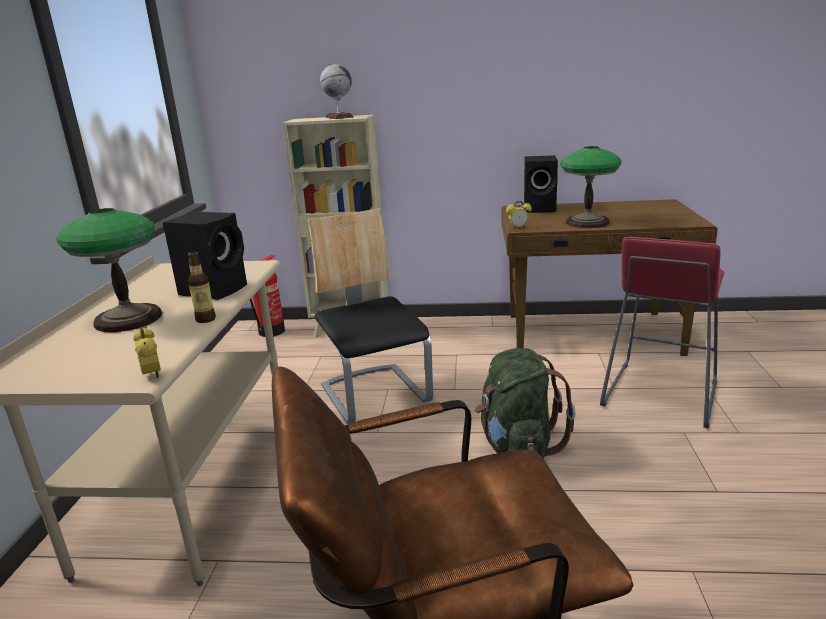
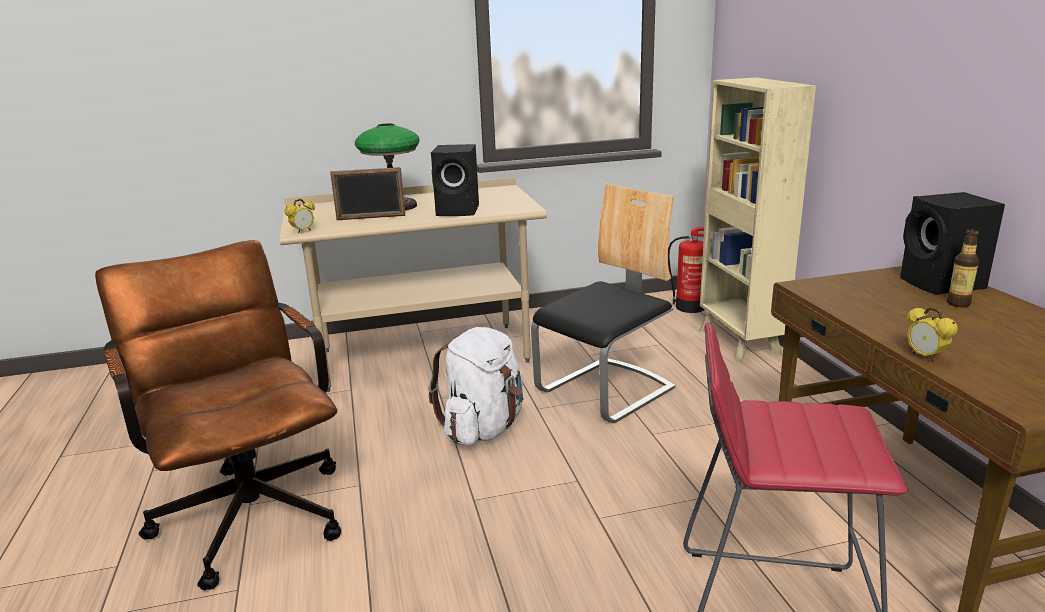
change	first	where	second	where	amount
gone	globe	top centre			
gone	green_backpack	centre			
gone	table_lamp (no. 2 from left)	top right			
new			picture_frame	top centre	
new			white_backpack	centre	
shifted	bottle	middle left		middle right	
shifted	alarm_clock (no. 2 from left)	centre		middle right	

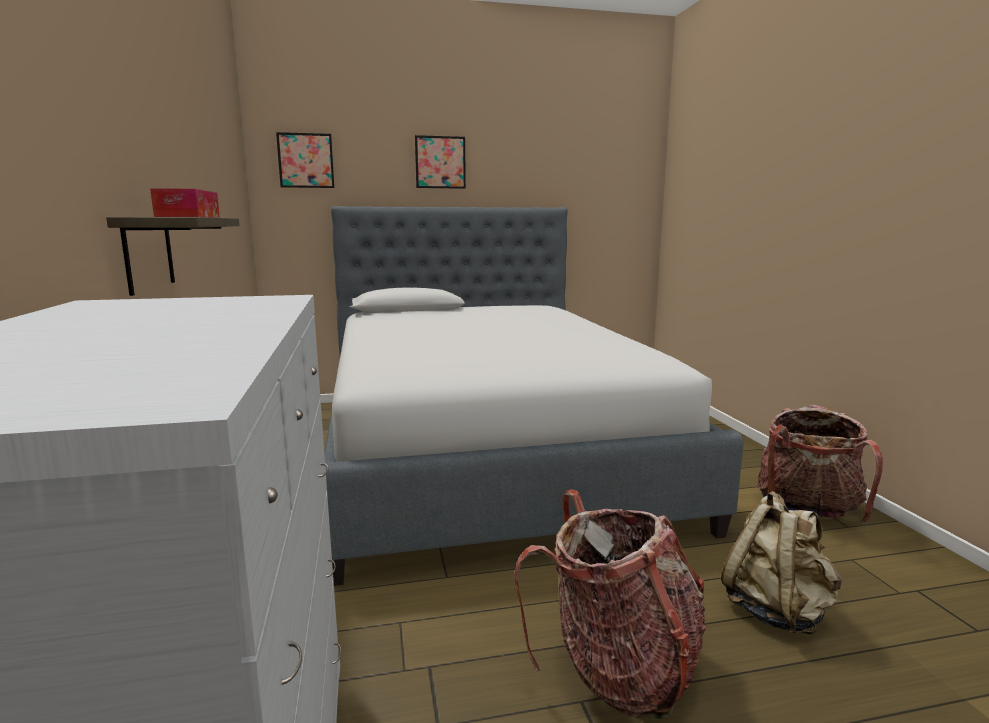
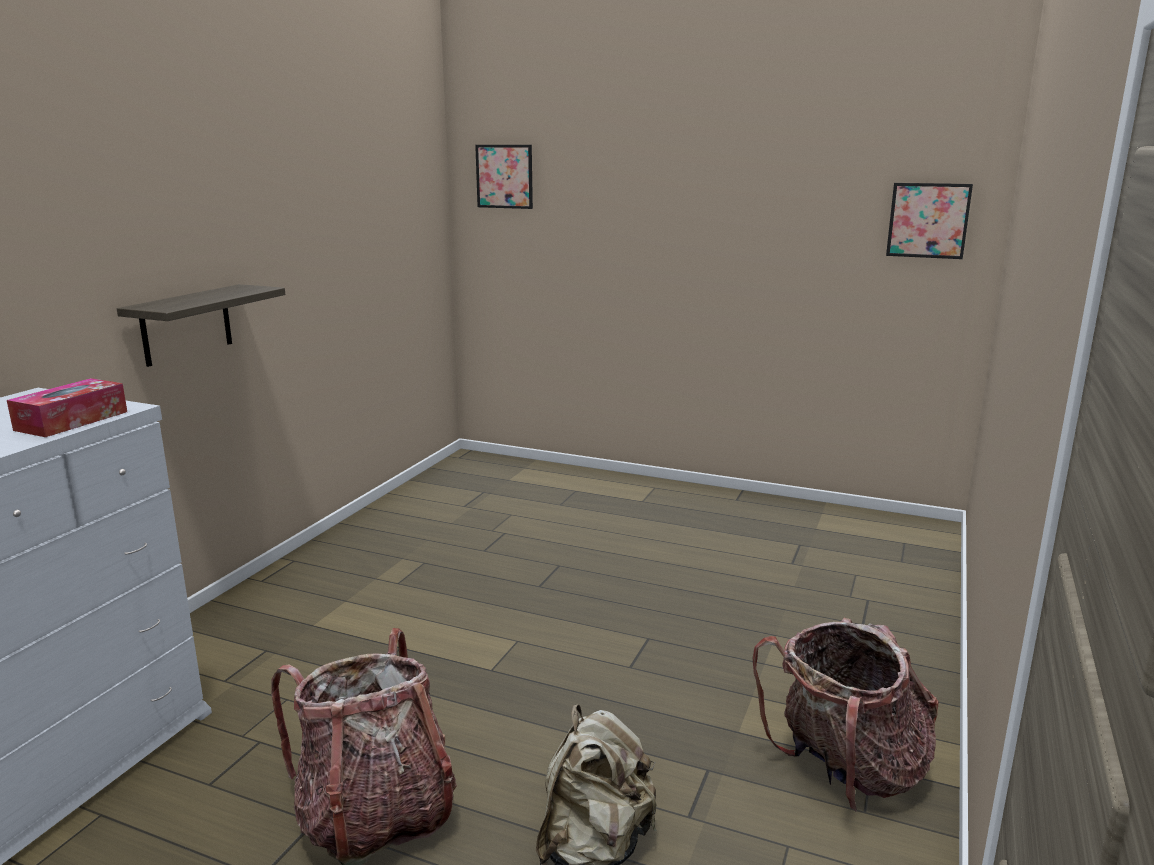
change	first	where	second	where	amount
gone	bed	centre			
shifted	tissue_box	top left		middle left	
shifted	picture (no. 2 from left)	top centre		top right	

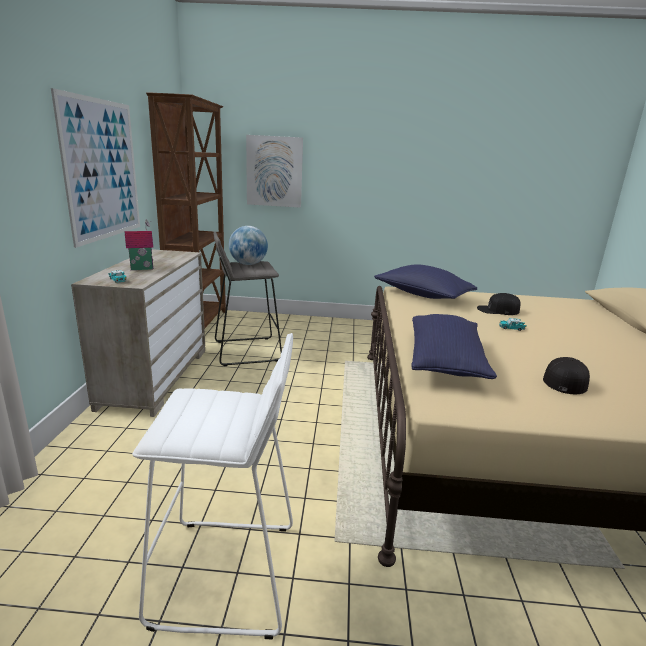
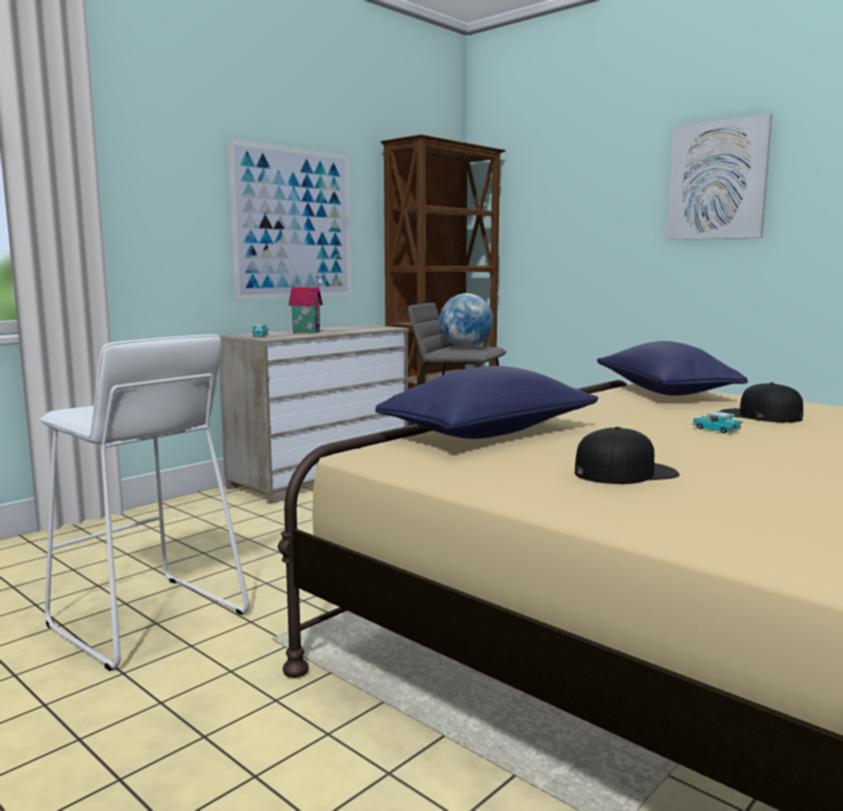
change	first	where	second	where	amount
shifted	picture (no. 2 from left)	top centre		top right	

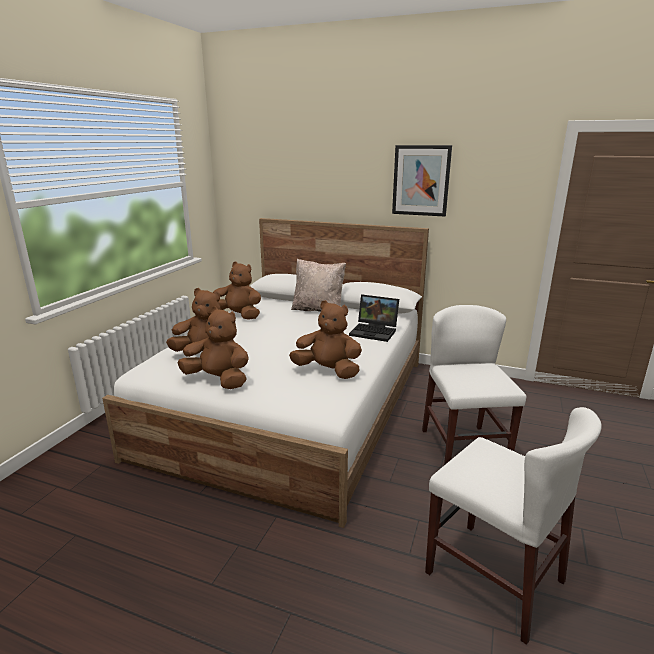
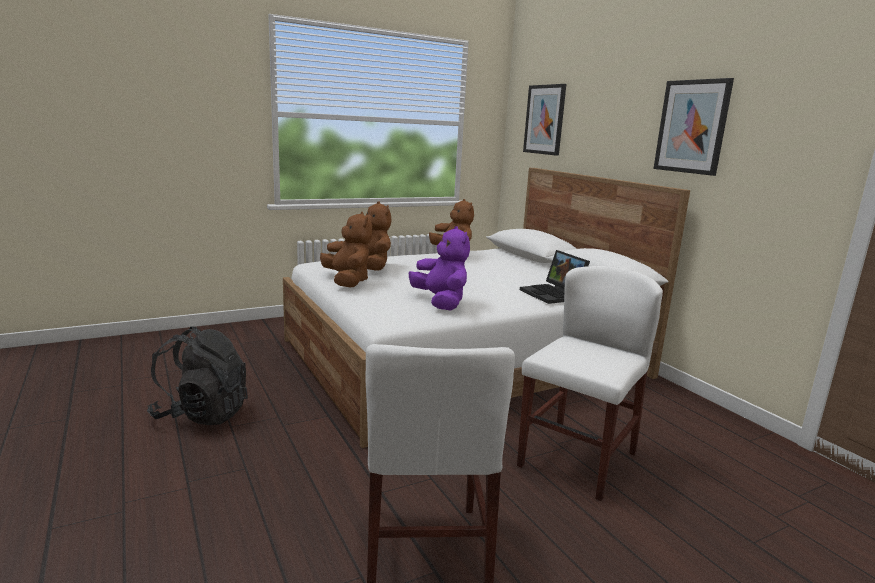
change	first	where	second	where	amount
gone	beige_pillow	centre			
new			black_backpack	middle left	
new			picture (no. 1 from left)	top centre	
repainted	brown_plush_toy (no. 4 from left)	centre	purple_plush_toy	centre	

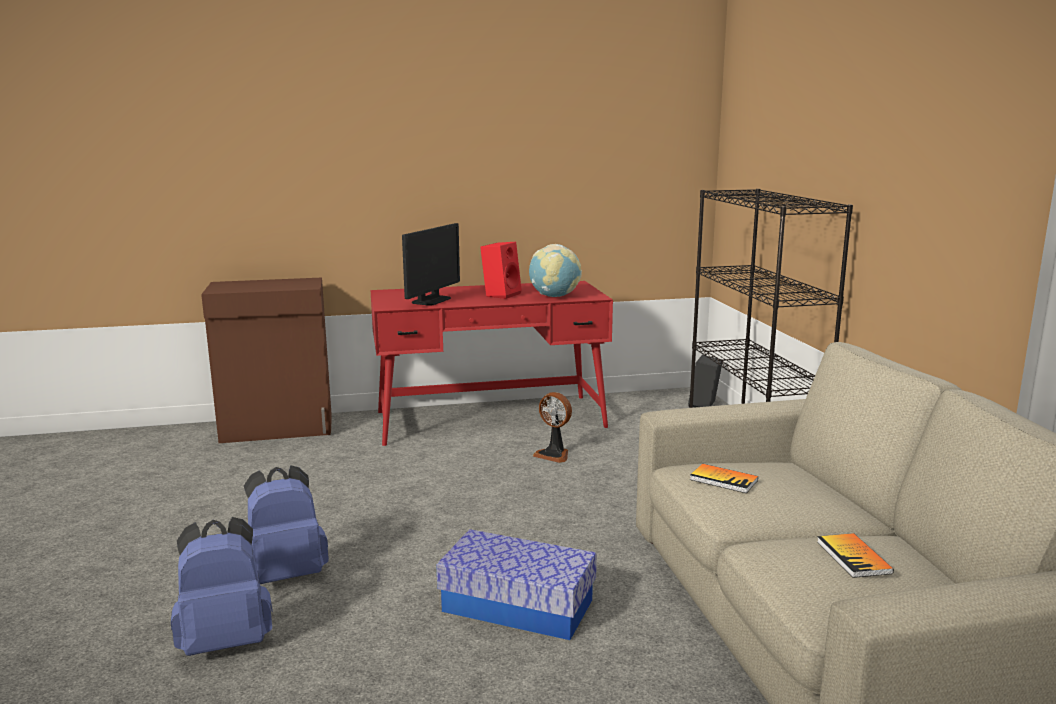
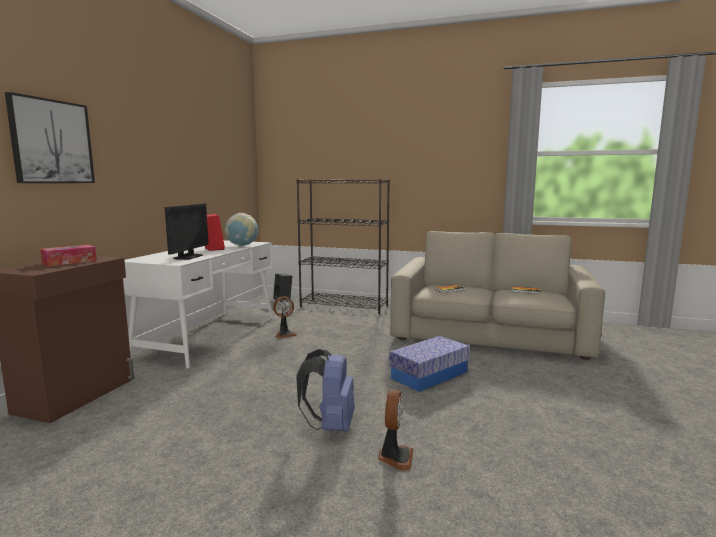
change	first	where	second	where	amount
new			picture	top left	
new			tissue_box	middle left	
swapped	blue_backpack (no. 1 from left)	bottom left	fan (no. 2 from left)	bottom centre	
repainted	red_desk	centre	white_desk	middle left	
rotated	monitor	centre		middle left	45 degrees clockwise

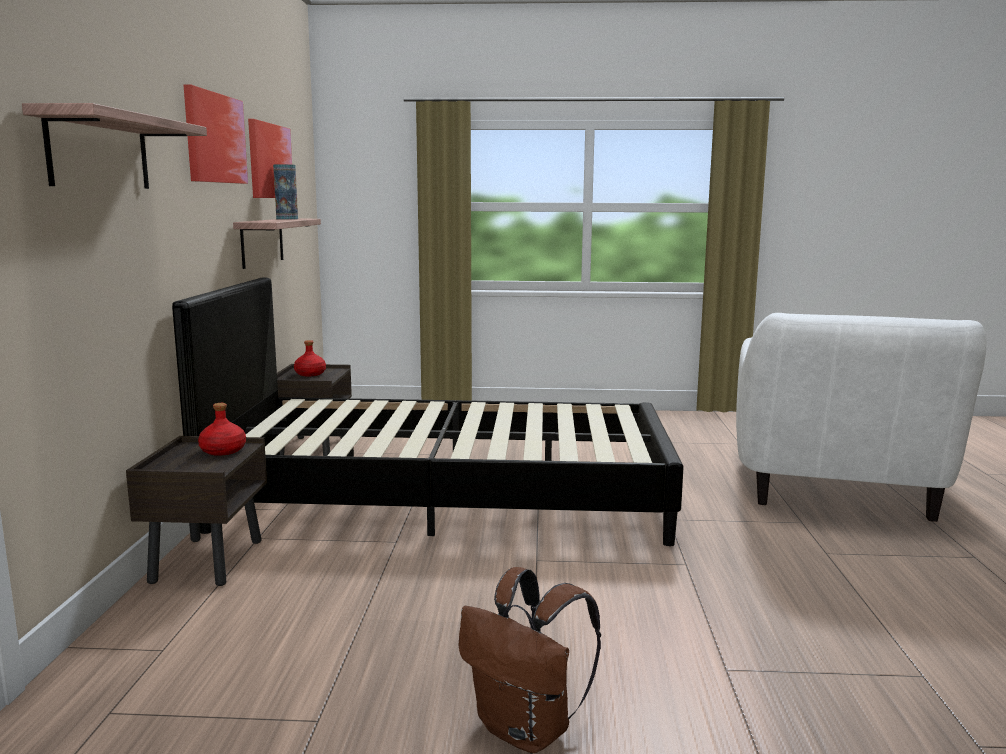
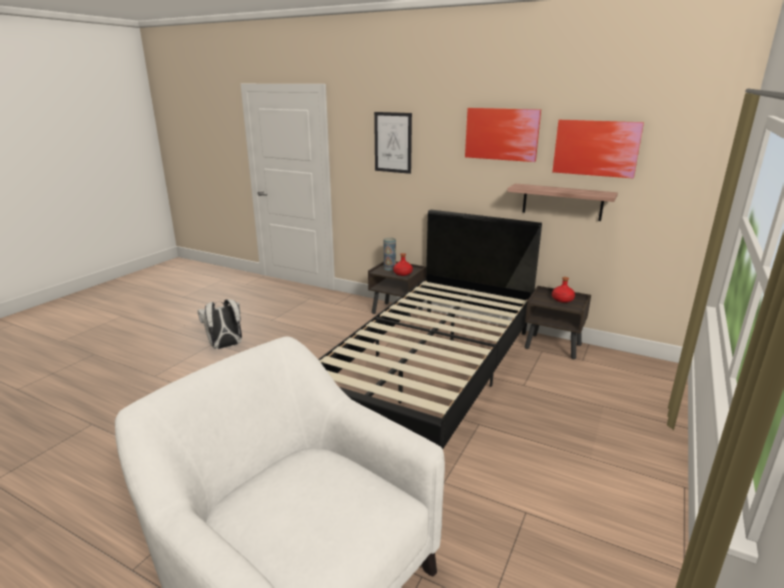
change	first	where	second	where	amount
shifted	vase	top left		centre	
swapped	shelf (no. 1 from left)	top left	picture (no. 1 from left)	top centre	
repainted	brown_backpack	bottom centre	white_backpack	middle left	

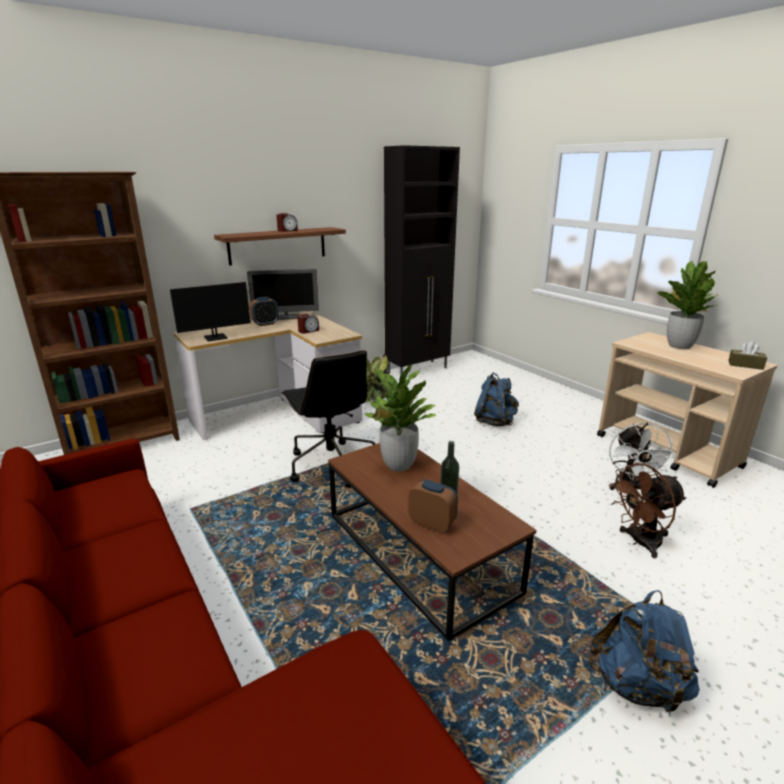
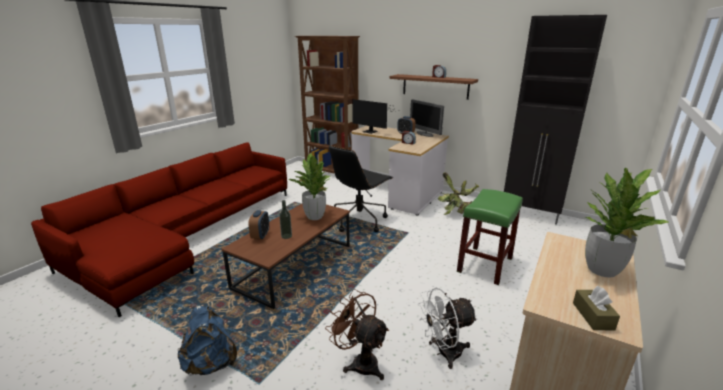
change	first	where	second	where	amount
swapped	blue_backpack (no. 1 from left)	centre	green_stool	middle right	

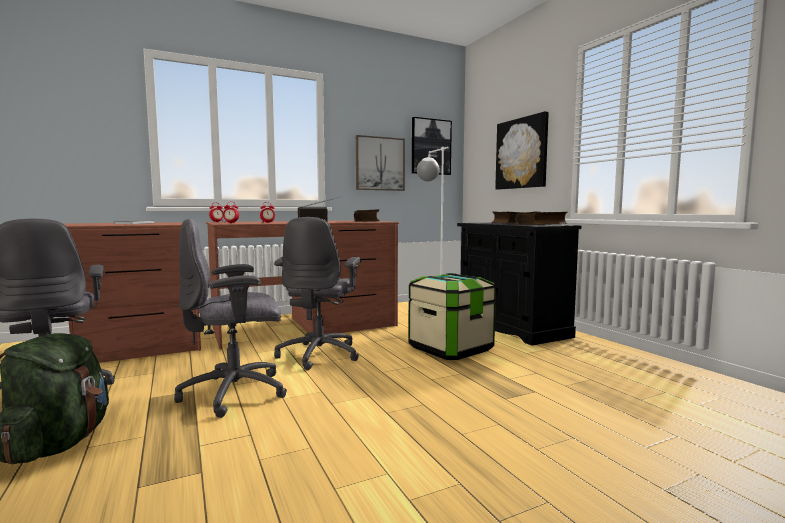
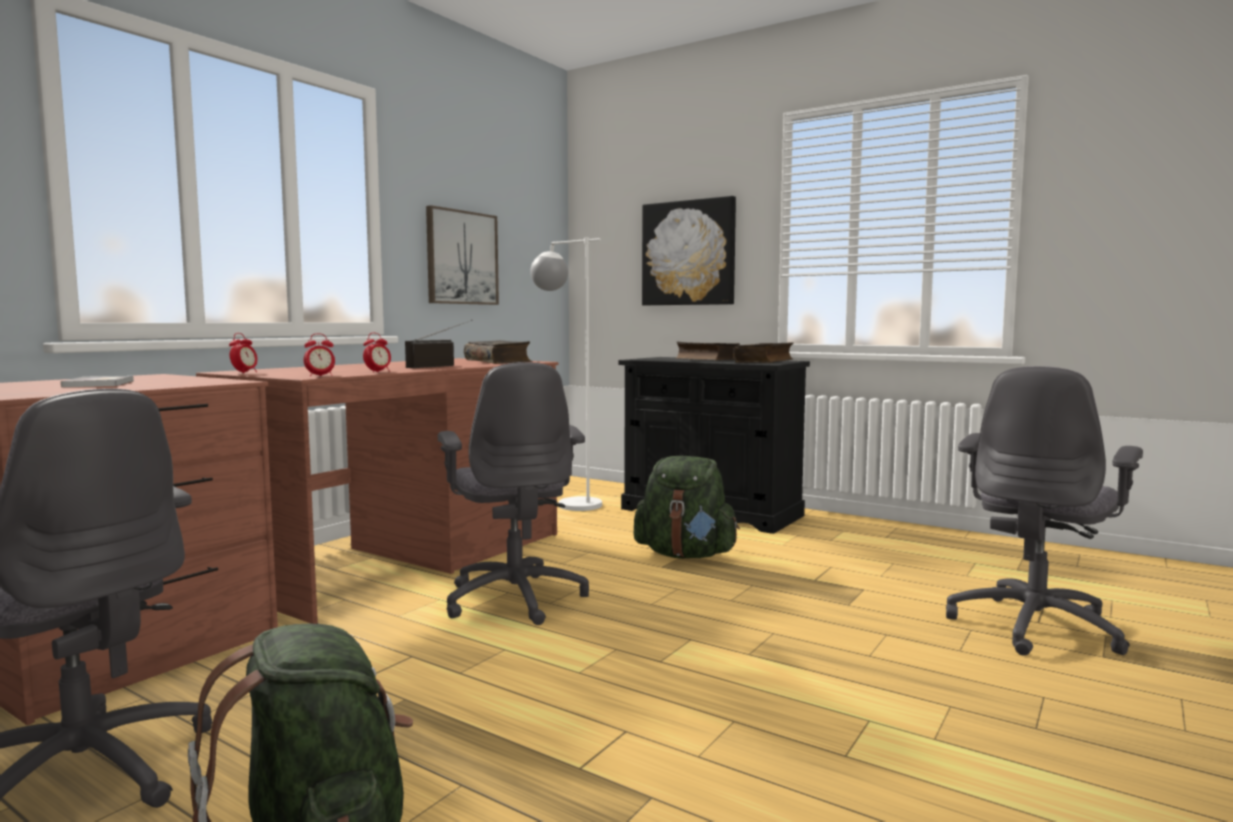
change	first	where	second	where	amount
gone	picture (no. 2 from left)	top centre			
shifted	grey_office_chair (no. 2 from left in the first image)	middle left	grey_office_chair (no. 3 from left)	middle right	
swapped	storage_box	centre	green_backpack (no. 2 from left)	centre	

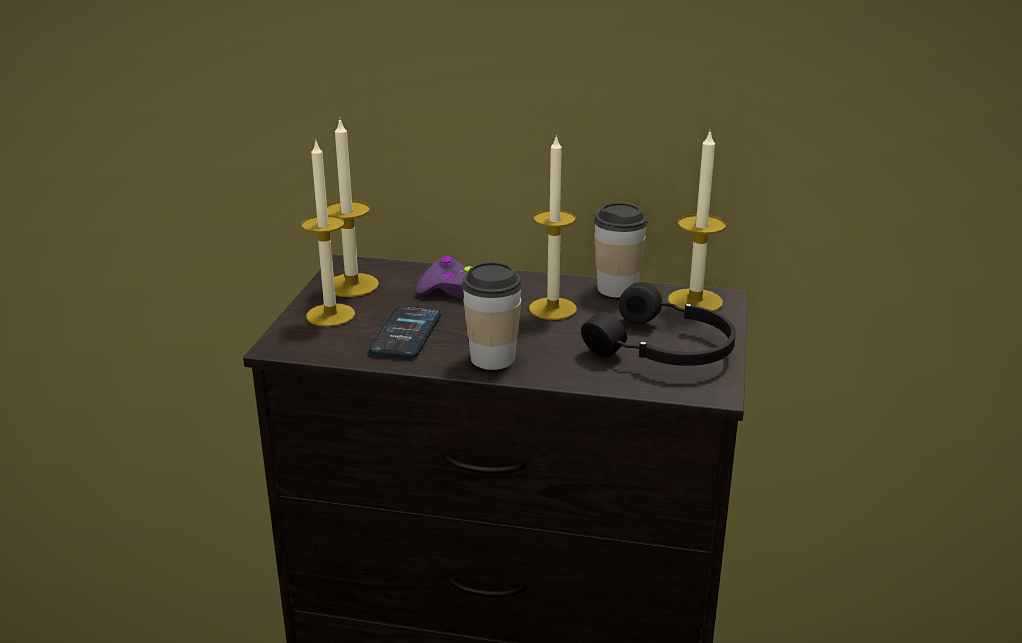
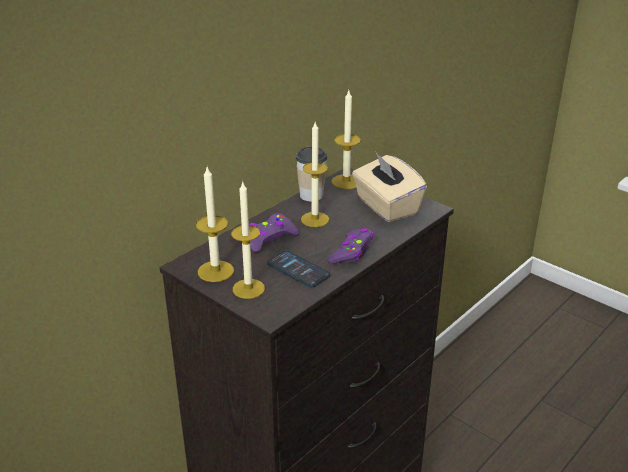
change	first	where	second	where	amount
swapped	cup (no. 1 from left)	centre	purple_game_controller (no. 2 from left)	centre	
swapped	black_headphones	centre	beige_tissue_box	centre	

